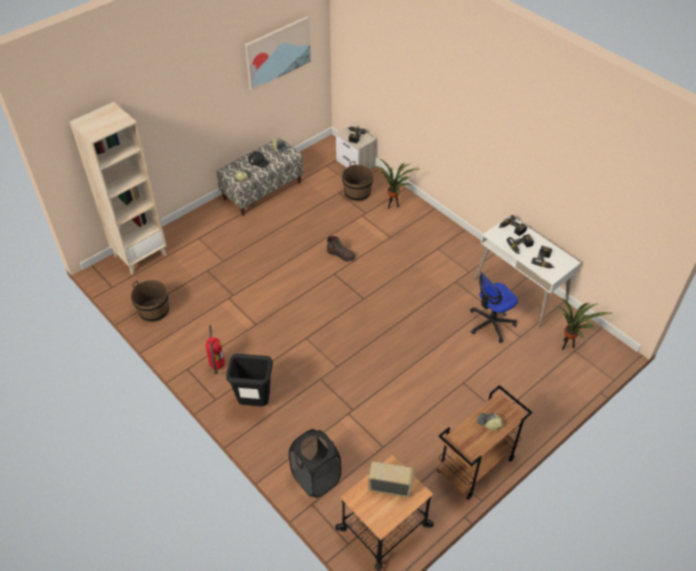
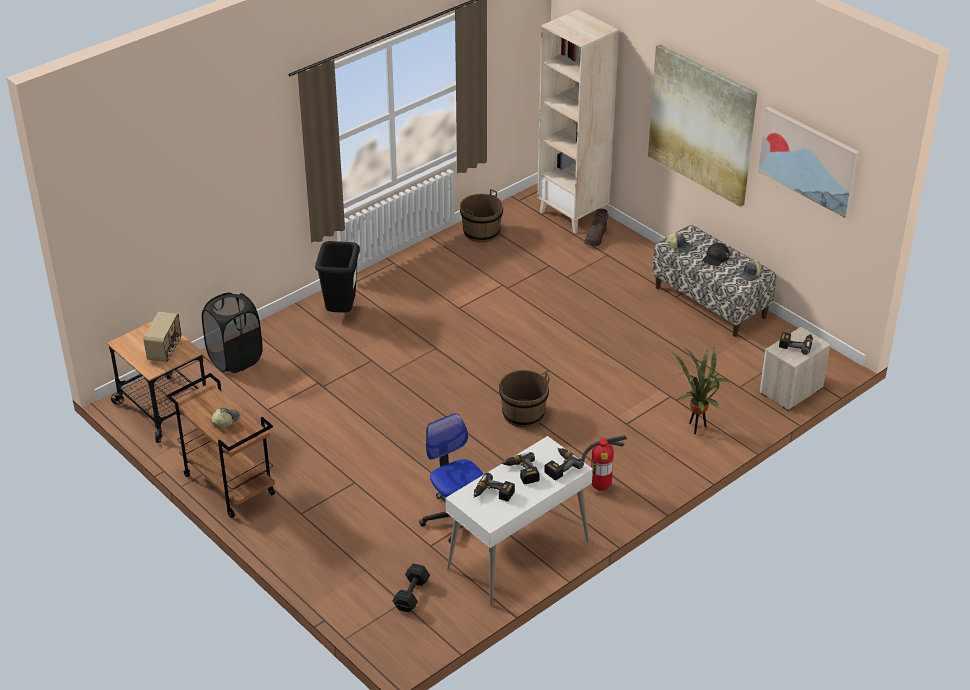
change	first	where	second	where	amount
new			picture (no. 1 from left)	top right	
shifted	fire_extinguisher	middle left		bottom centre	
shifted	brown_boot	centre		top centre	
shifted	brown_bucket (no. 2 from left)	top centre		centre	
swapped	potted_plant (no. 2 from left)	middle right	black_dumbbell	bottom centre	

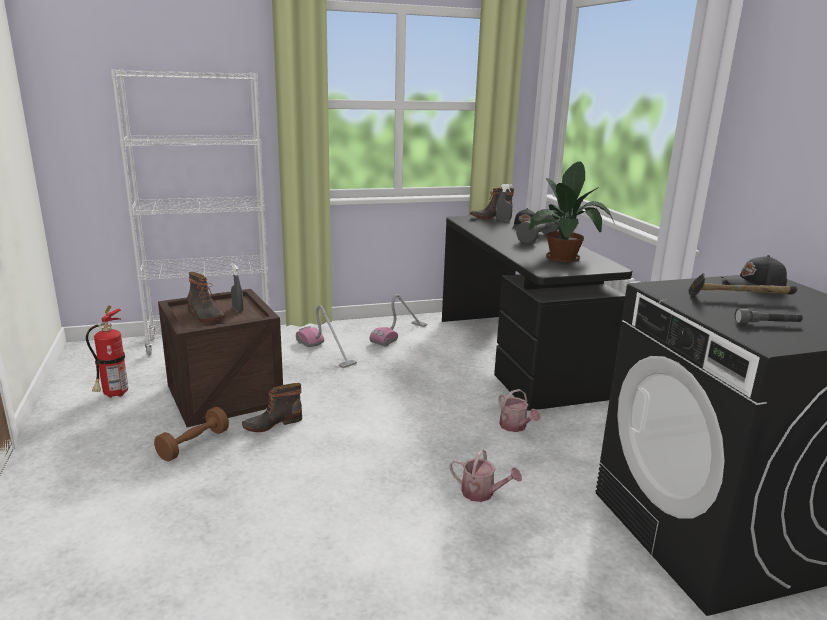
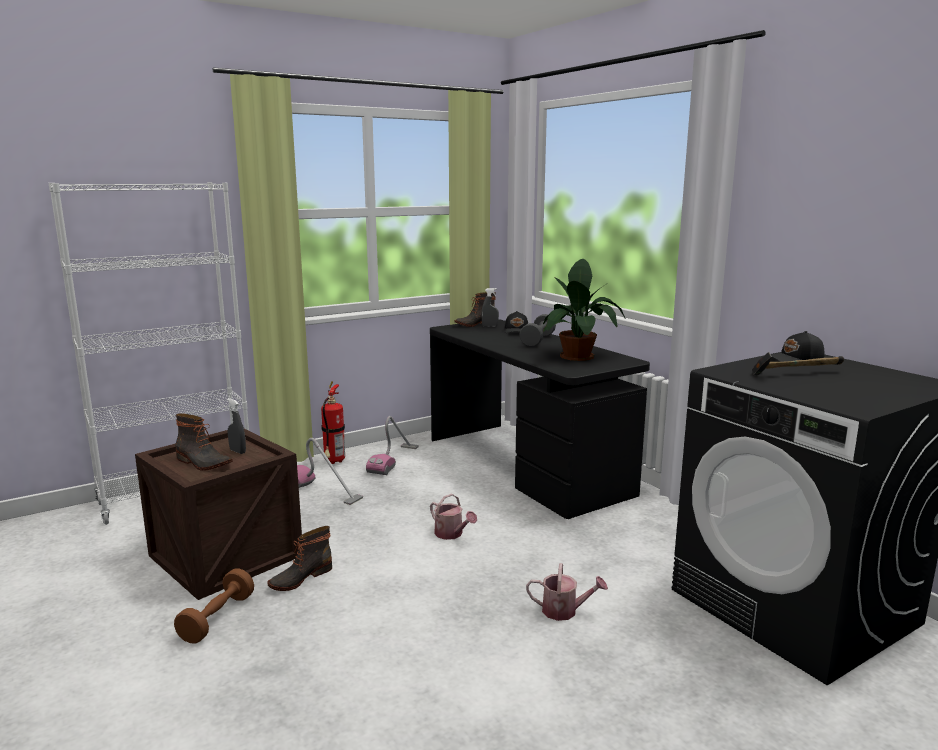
change	first	where	second	where	amount
gone	grey_flashlight	middle right			
shifted	fire_extinguisher	middle left		centre	
shifted	watering_can (no. 2 from left in the first image)	centre	watering_can (no. 1 from left)	bottom centre	

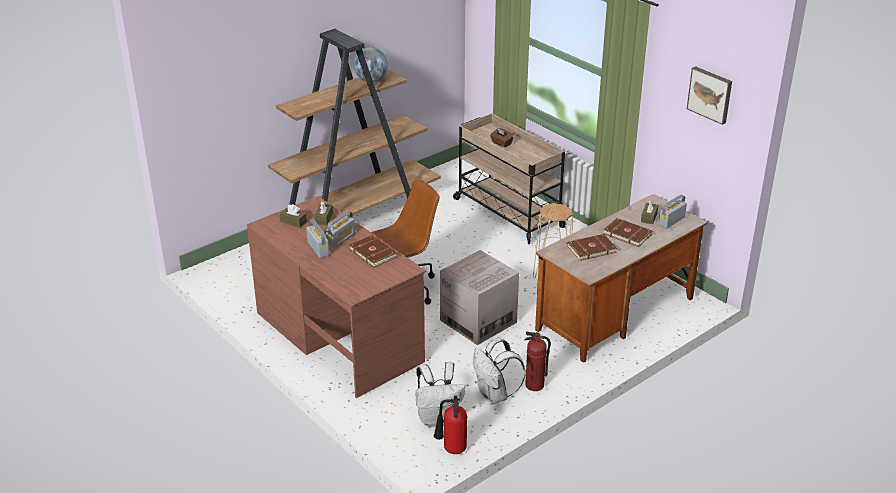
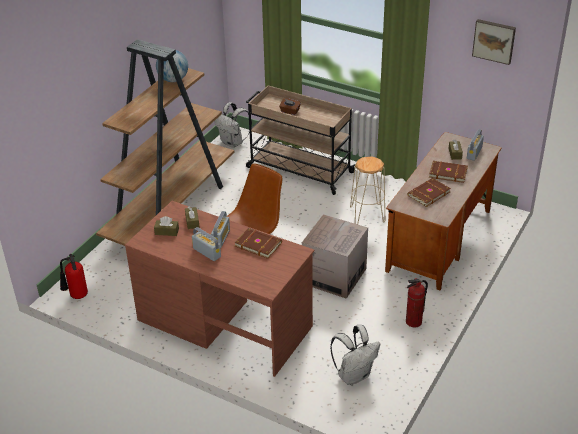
change	first	where	second	where	amount
shifted	fire_extinguisher (no. 1 from left)	bottom centre		middle left	
shifted	white_backpack (no. 2 from left in the first image)	bottom centre	white_backpack (no. 1 from left)	top centre	

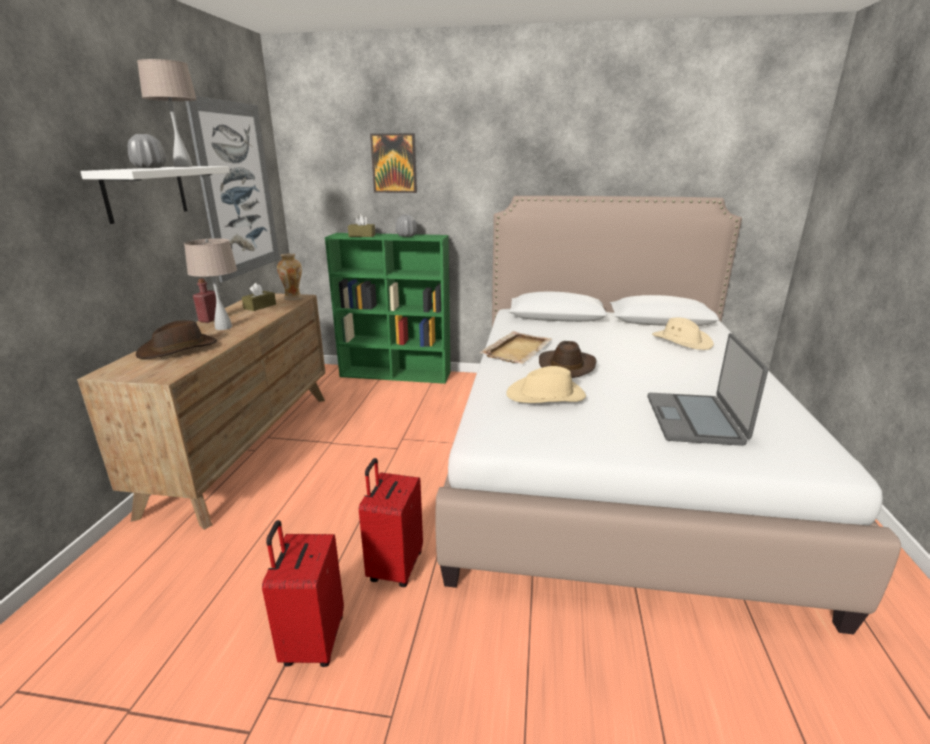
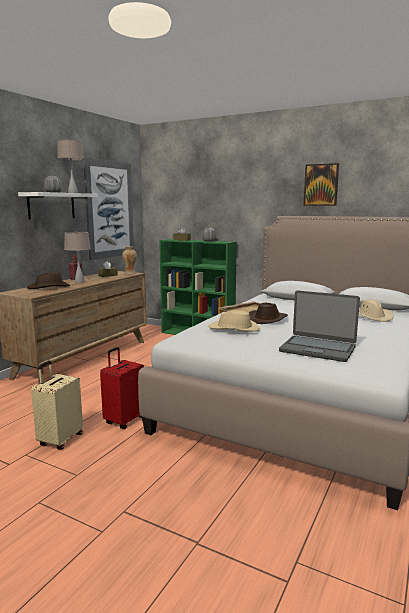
change	first	where	second	where	amount
shifted	picture (no. 2 from left)	top centre		top right	
repainted	red_suitcase (no. 1 from left)	bottom left	beige_suitcase	middle left	
rotated	laptop	middle right		middle right	90 degrees counterclockwise

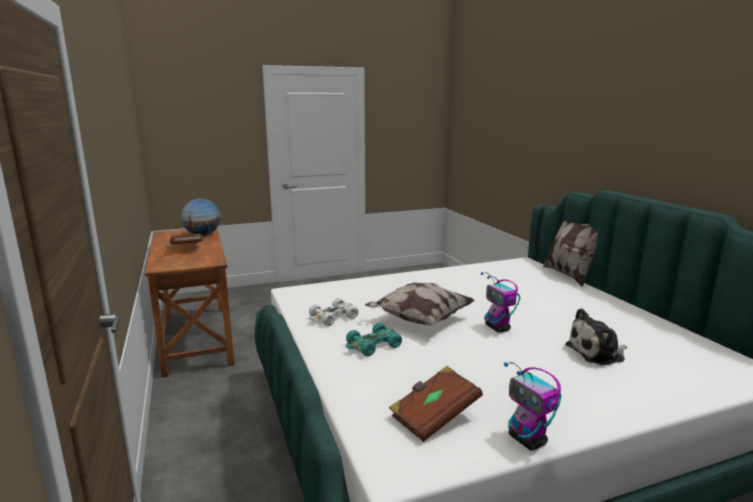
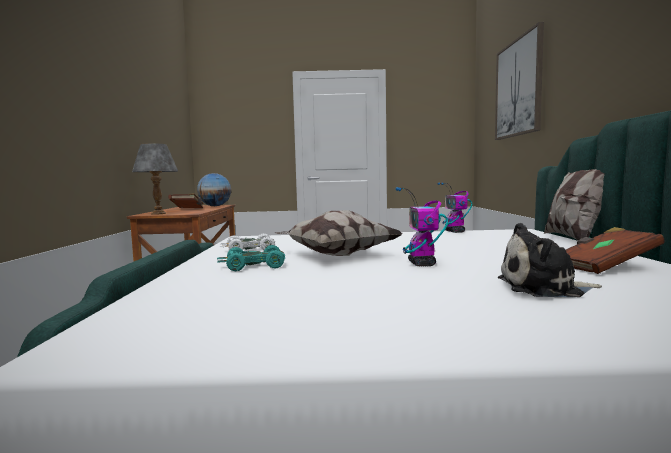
change	first	where	second	where	amount
new			grey_table_lamp	middle left	
new			picture	top right	
shifted	brown_book (no. 2 from left)	bottom centre		middle right	
shifted	toy_robot (no. 2 from left)	bottom right		middle right	

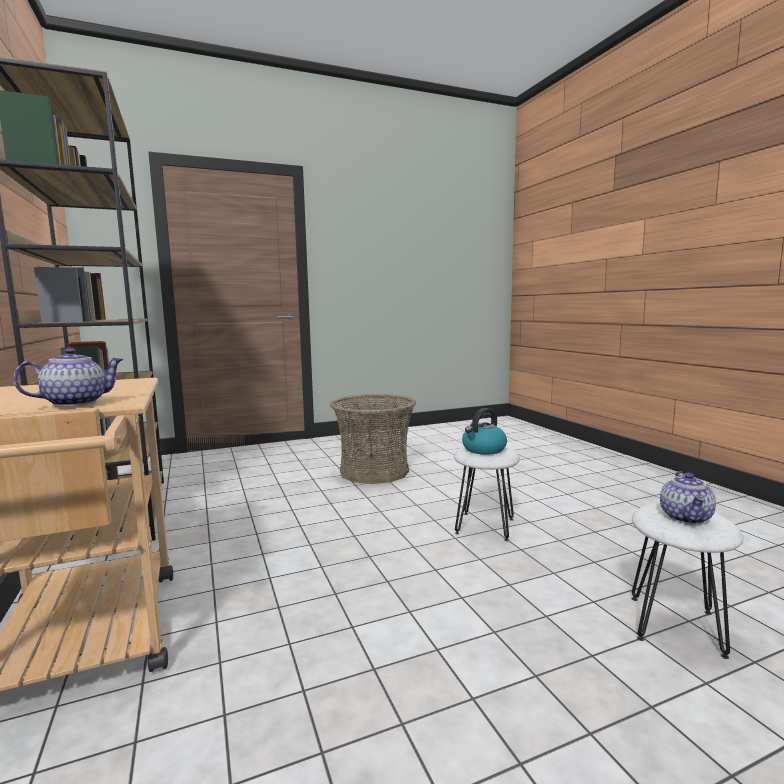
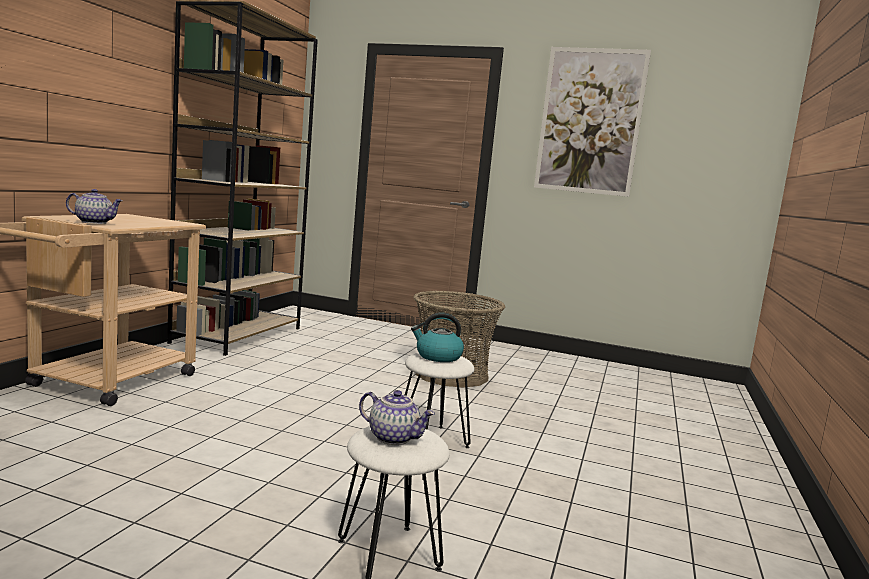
change	first	where	second	where	amount
new			picture	top right	
rotated	teapot (no. 2 from left)	middle right		bottom centre	120 degrees counterclockwise

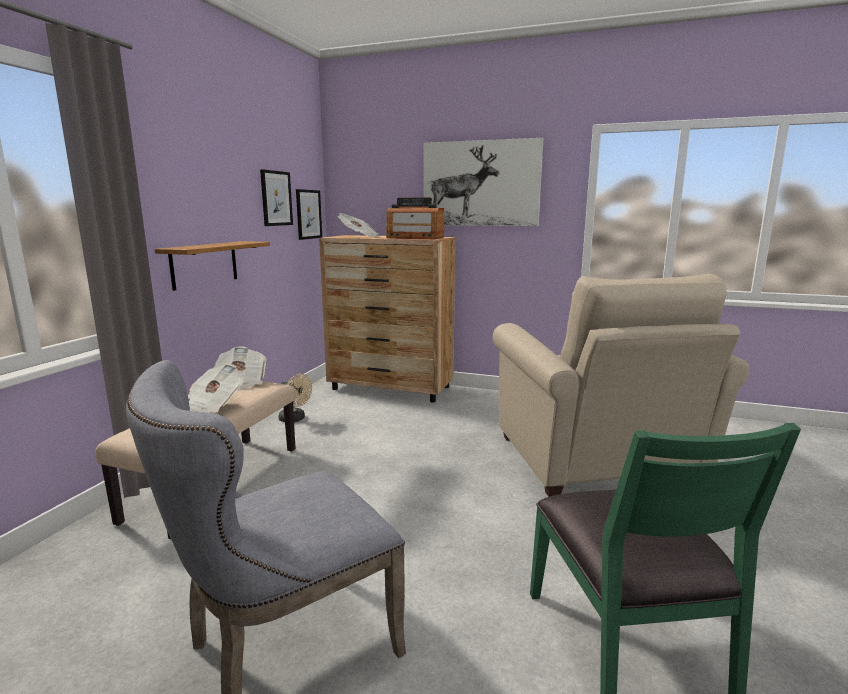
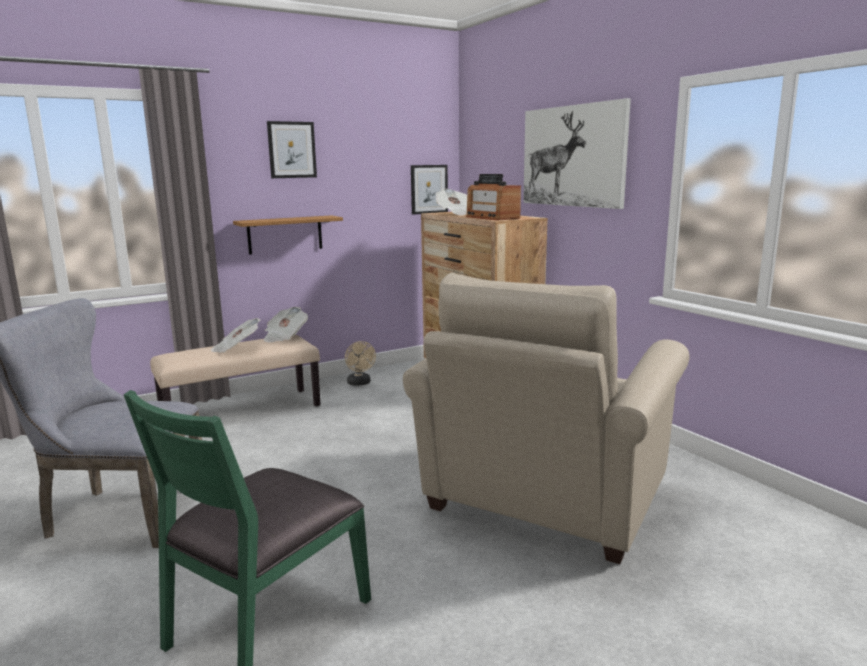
change	first	where	second	where	amount
shifted	picture (no. 1 from left)	top left		top centre	

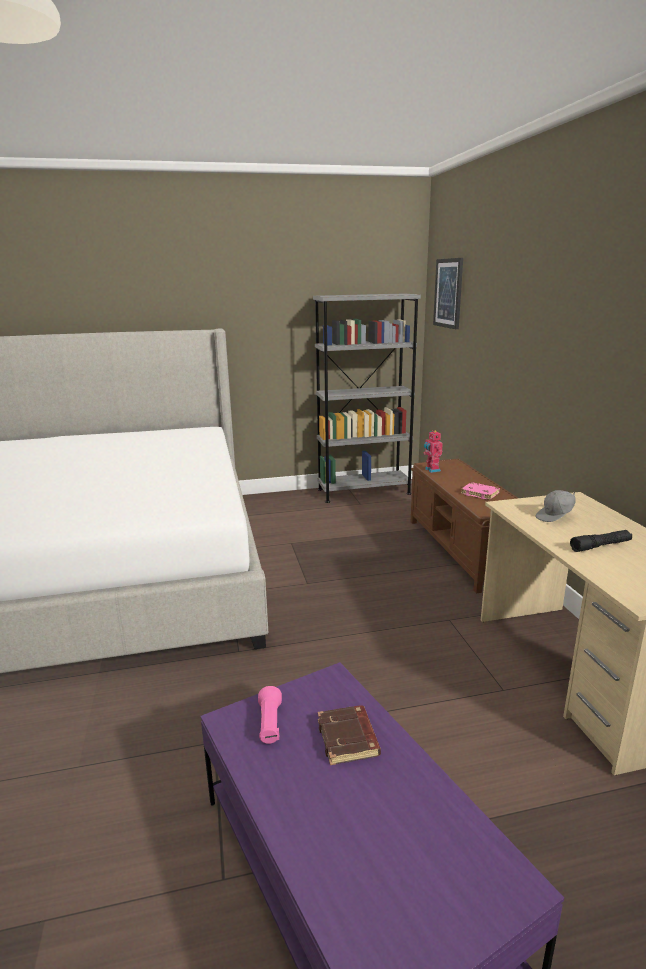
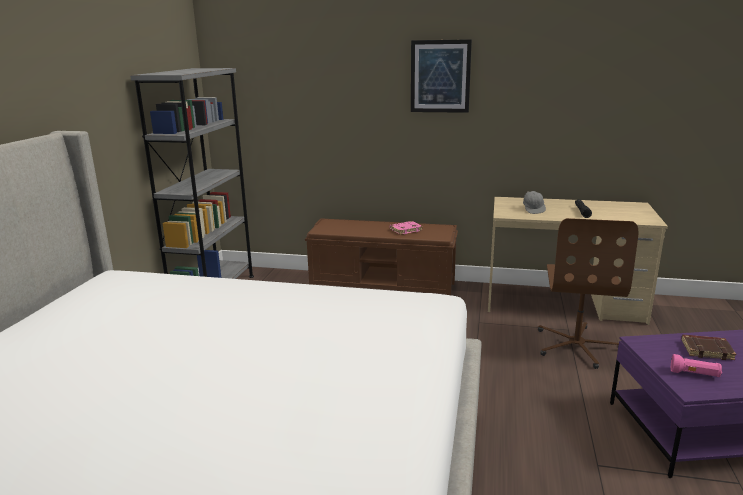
change	first	where	second	where	amount
gone	toy_robot	middle right			
new			brown_office_chair	middle right	
shifted	picture	top right		top centre	

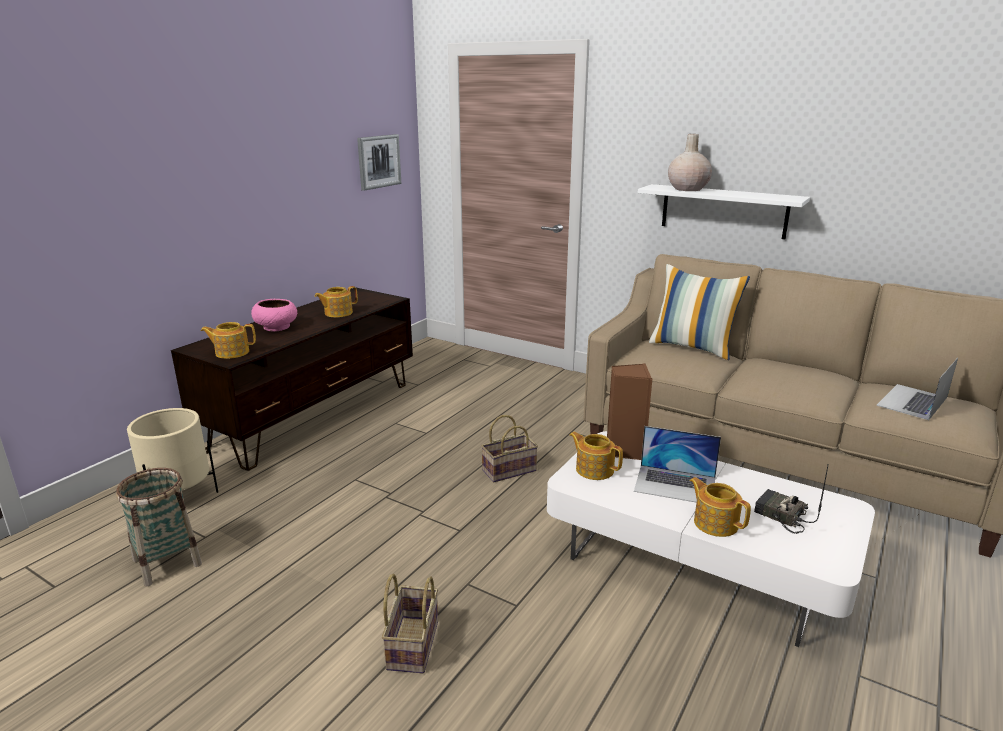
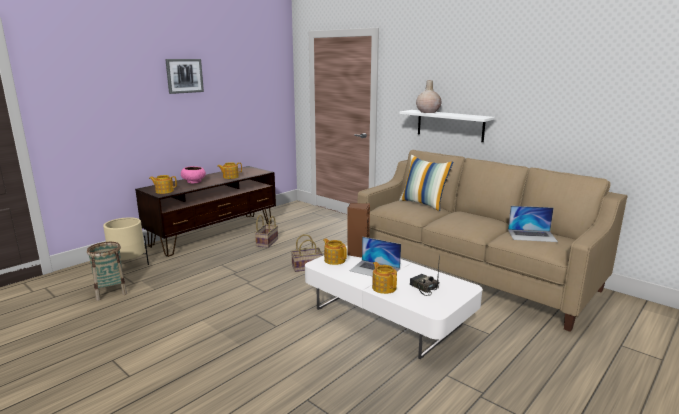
change	first	where	second	where	amount
shifted	picture	top centre		top left	
shifted	basket (no. 2 from left)	bottom centre		centre	
rotated	laptop (no. 2 from left)	middle right		middle right	135 degrees counterclockwise

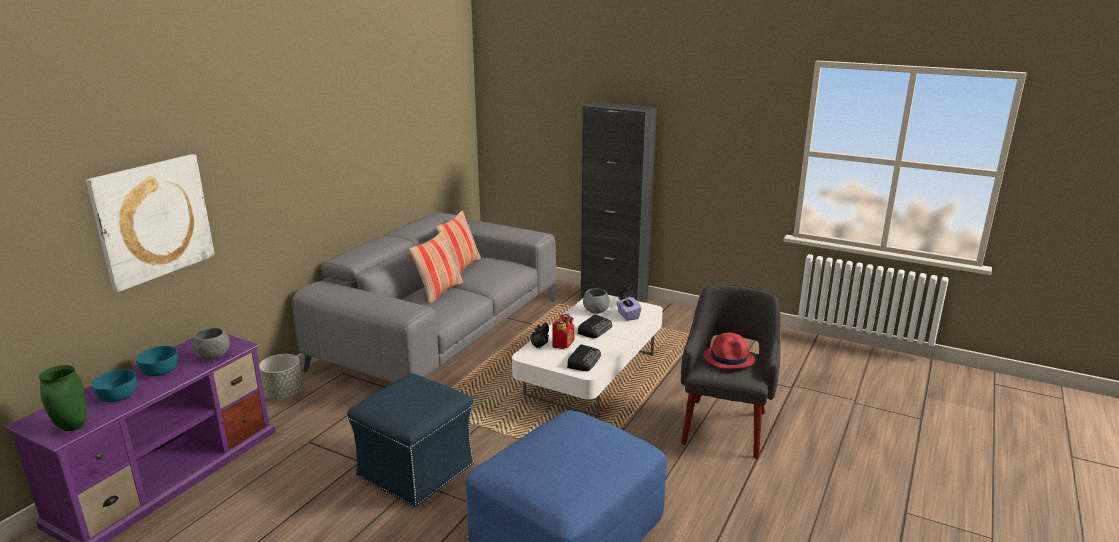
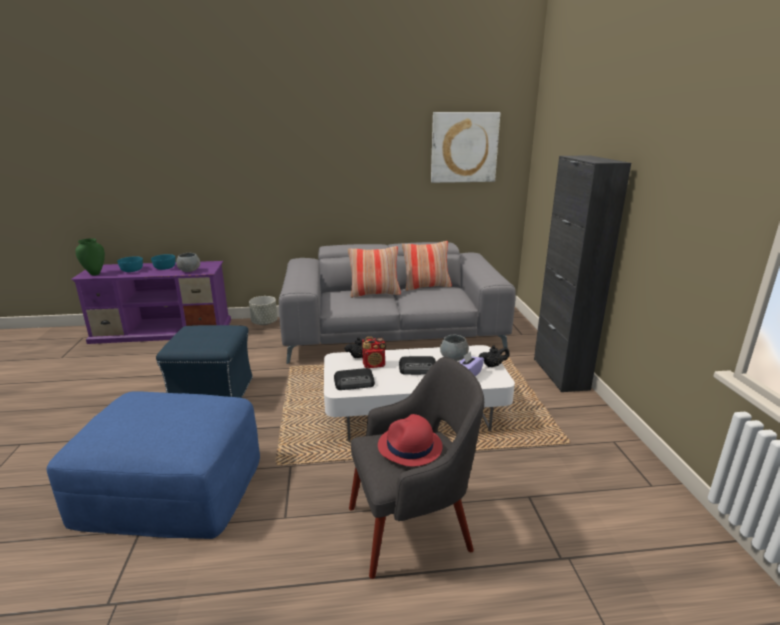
change	first	where	second	where	amount
shifted	picture	middle left		top centre	

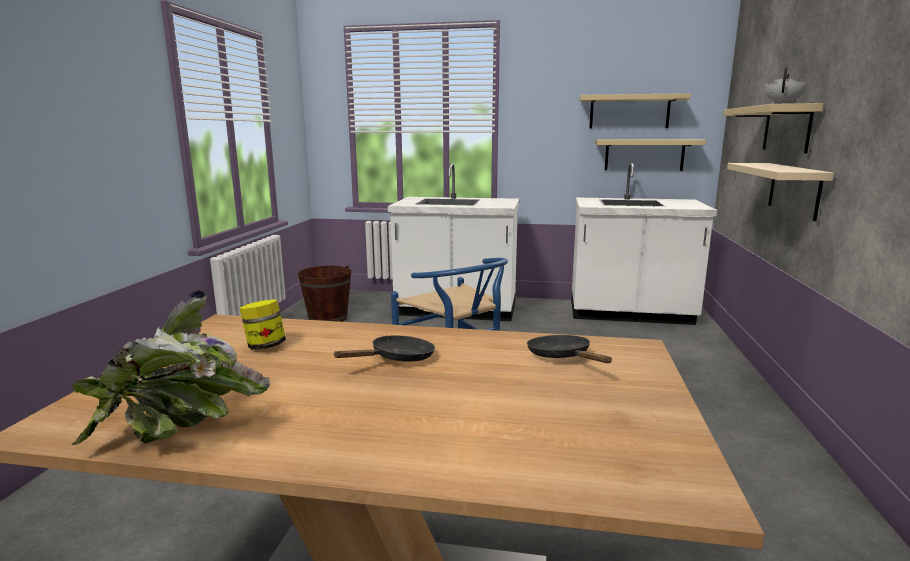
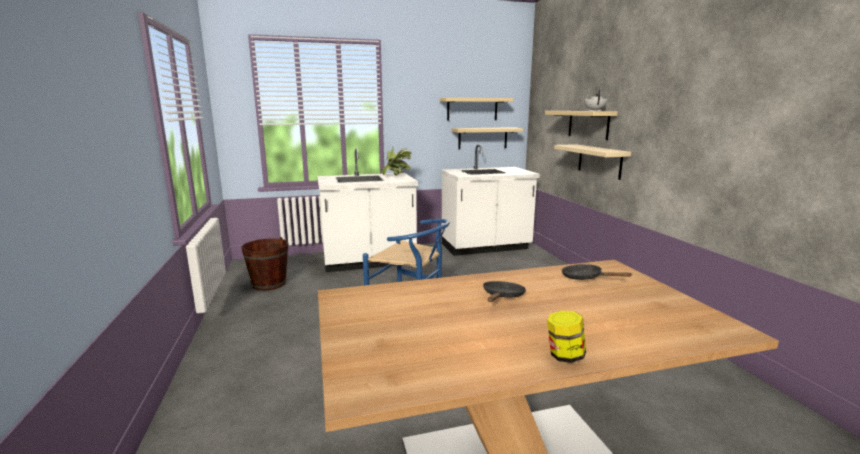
change	first	where	second	where	amount
shifted	potted_plant	middle left		centre	
shifted	jar	middle left		bottom centre	

